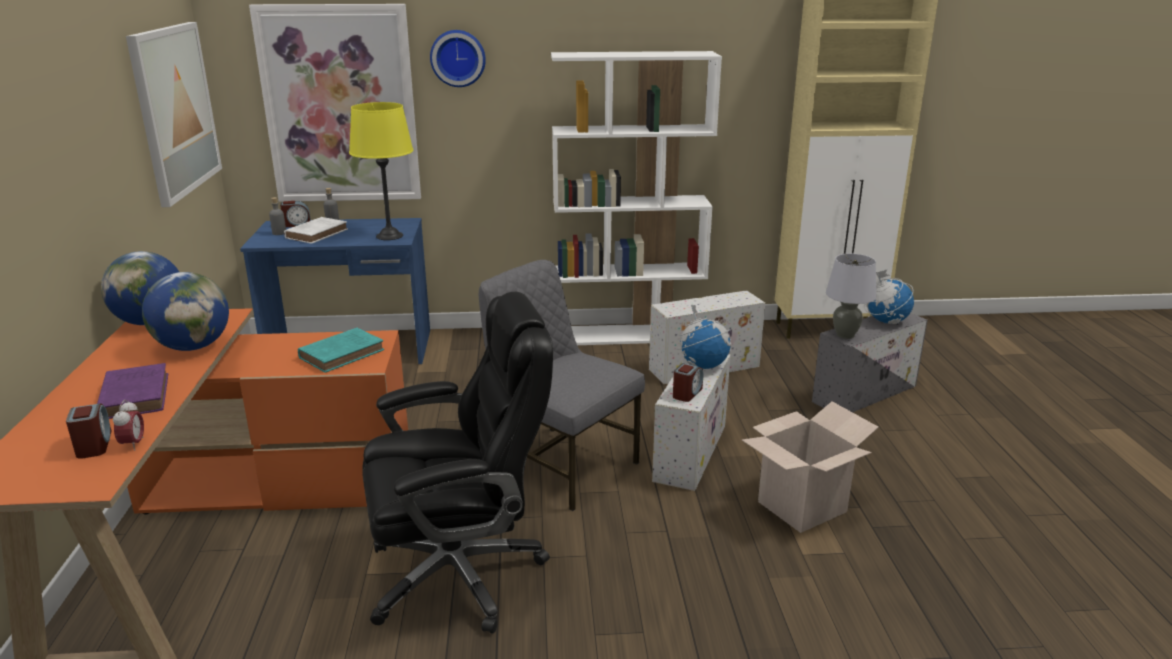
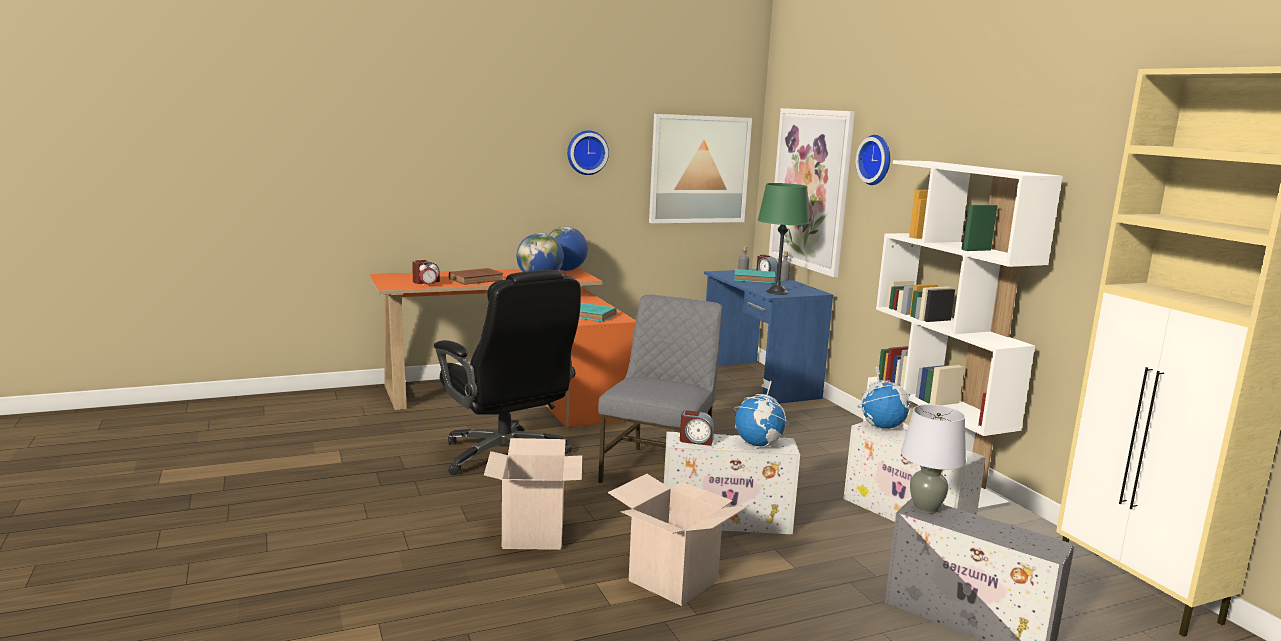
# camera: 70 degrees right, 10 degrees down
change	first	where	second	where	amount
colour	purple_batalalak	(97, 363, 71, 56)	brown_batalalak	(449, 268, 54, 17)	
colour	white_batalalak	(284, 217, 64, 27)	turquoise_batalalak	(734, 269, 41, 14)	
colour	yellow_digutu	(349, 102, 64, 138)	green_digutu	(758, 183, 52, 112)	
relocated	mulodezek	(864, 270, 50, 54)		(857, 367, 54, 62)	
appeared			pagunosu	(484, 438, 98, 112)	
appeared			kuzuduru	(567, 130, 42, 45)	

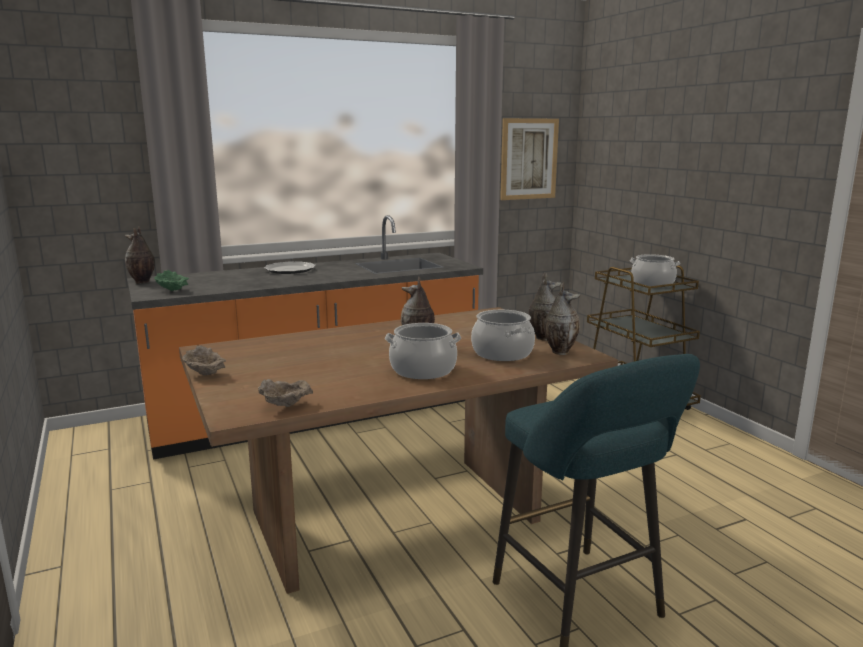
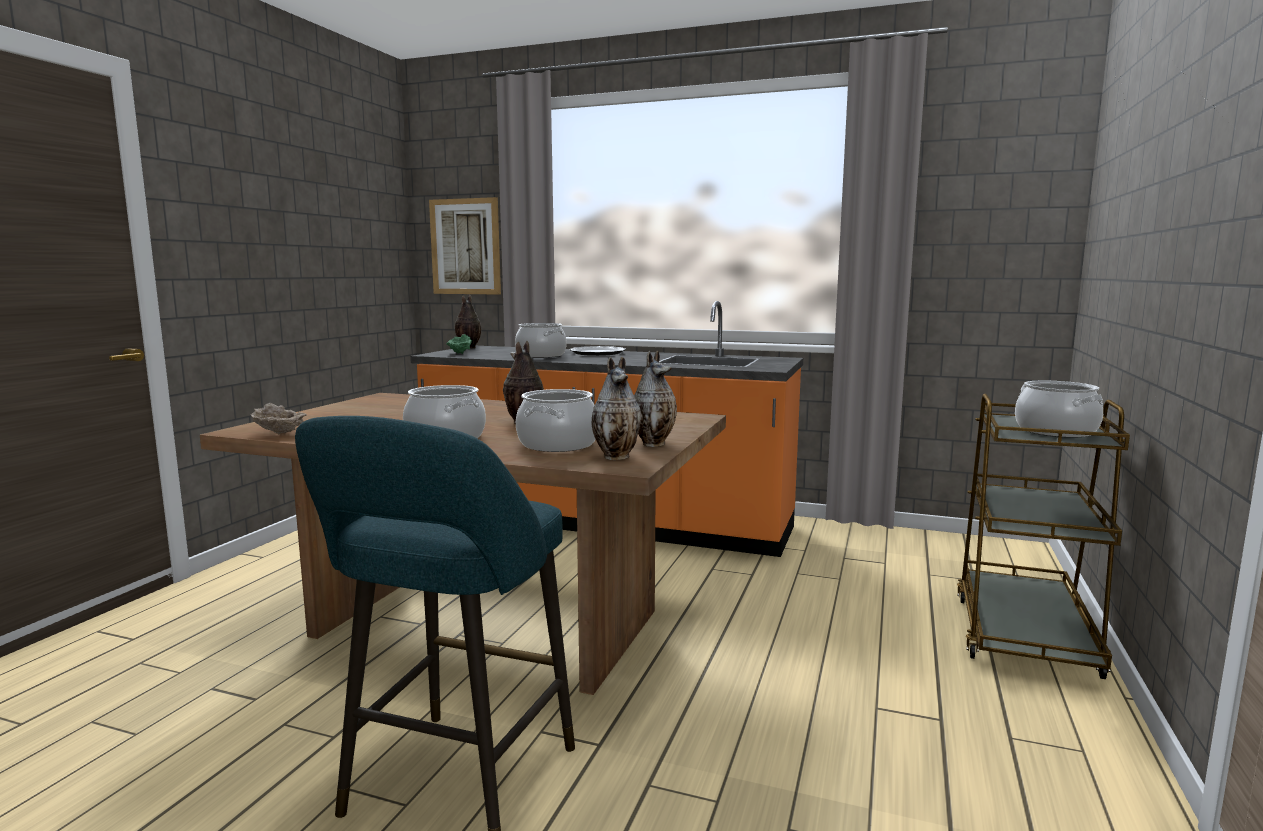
# camera: 45 degrees right, 5 degrees down
change	first	where	second	where	amount
missing	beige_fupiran	(182, 345, 44, 31)			
relocated	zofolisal	(500, 118, 59, 82)		(429, 197, 72, 98)	
appeared			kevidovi	(515, 323, 52, 35)	

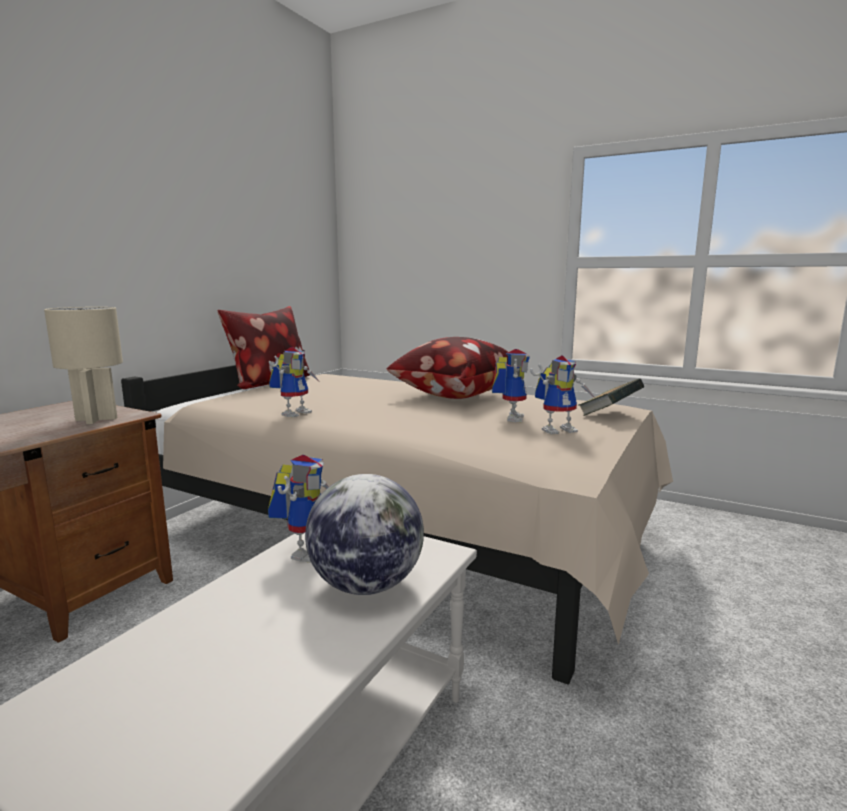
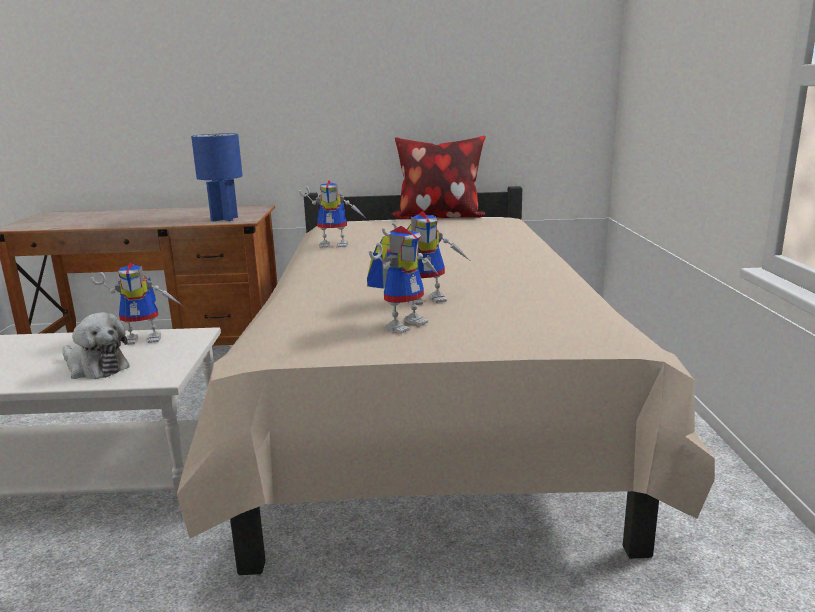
# camera: 60 degrees right, 5 degrees up
change	first	where	second	where	amount
colour	beige_digutu	(44, 307, 79, 117)	blue_digutu	(191, 133, 52, 88)	
exchanged	mulodezek	(305, 474, 119, 121)	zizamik	(62, 312, 68, 67)	
missing	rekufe	(386, 337, 122, 62)			
spun	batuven	(530, 355, 66, 80)		(367, 226, 72, 108)	90 degrees counterclockwise
missing	batalalak	(578, 378, 66, 38)			

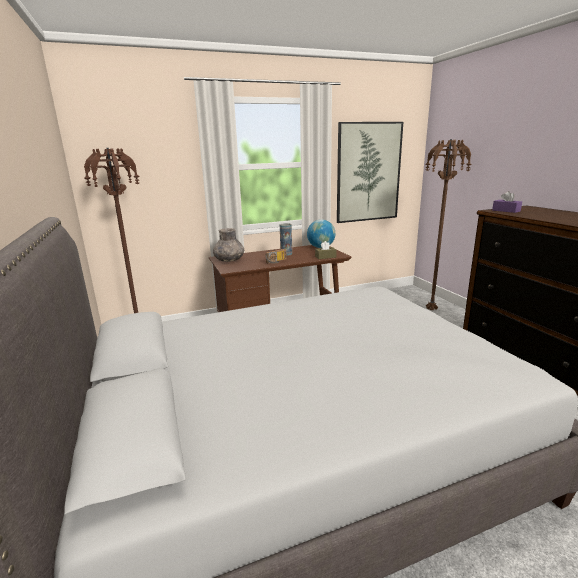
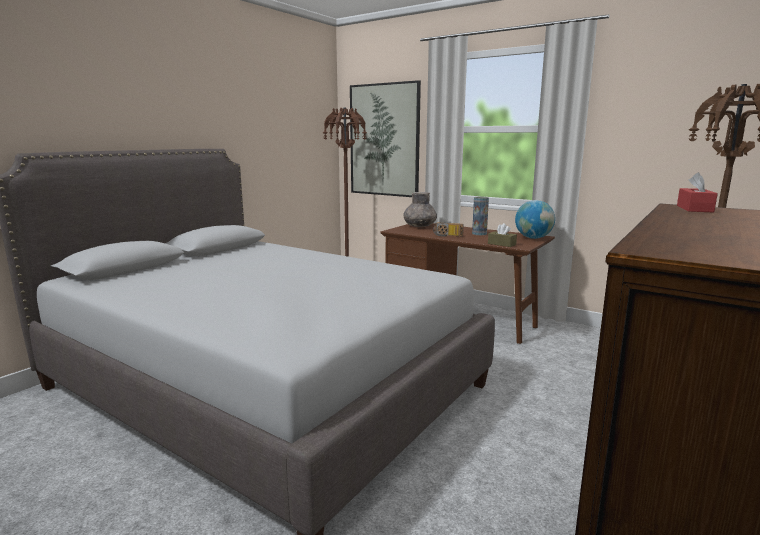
# camera: 55 degrees right, 5 degrees down
change	first	where	second	where	amount
relocated	zofolisal	(337, 122, 66, 101)		(350, 80, 71, 117)	
colour	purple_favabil	(492, 191, 30, 22)	red_favabil	(677, 172, 41, 41)	

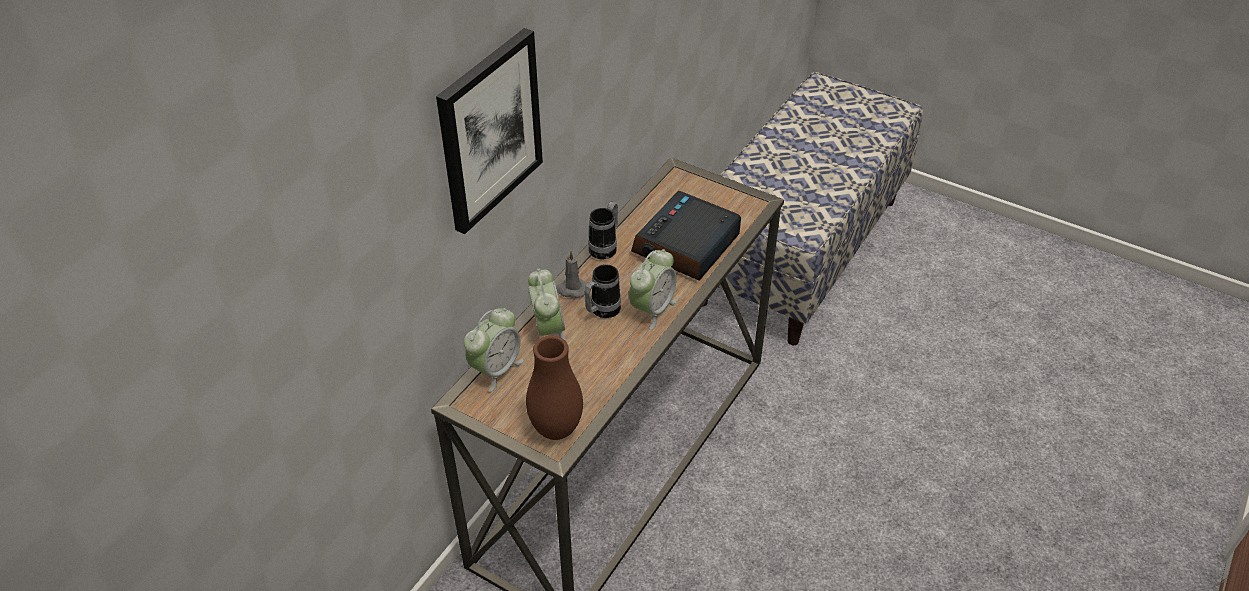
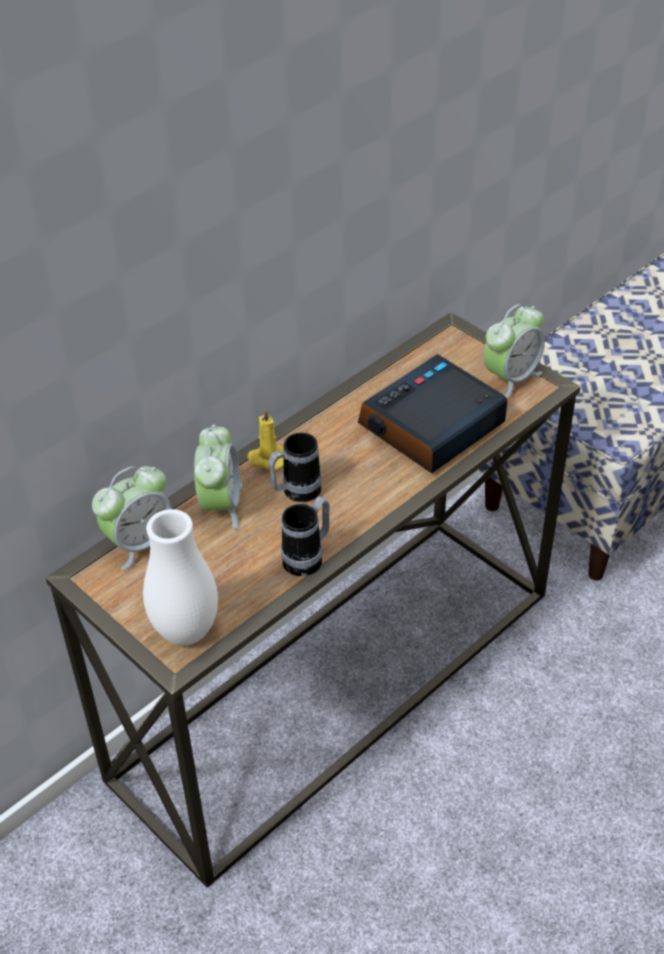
# camera: 15 degrees right, 0 degrees up
change	first	where	second	where	amount
missing	zofolisal	(436, 28, 107, 206)			
colour	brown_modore	(526, 335, 57, 105)	white_modore	(143, 509, 75, 136)	
colour	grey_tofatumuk	(556, 251, 30, 47)	yellow_tofatumuk	(248, 408, 36, 62)	
relocated	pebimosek	(588, 202, 30, 58)		(281, 496, 49, 80)	
relocated	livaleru	(629, 249, 48, 81)		(483, 304, 62, 94)	

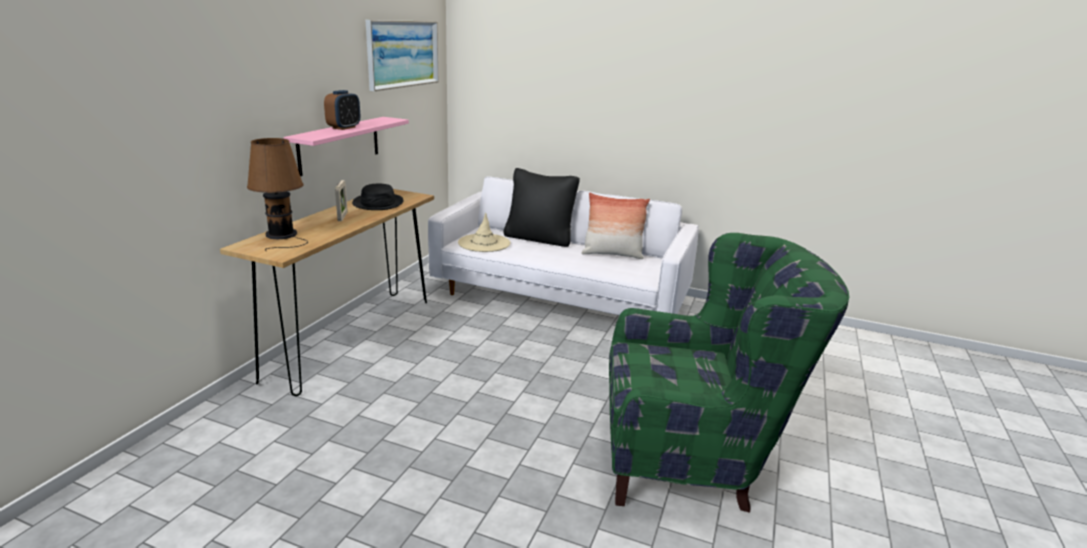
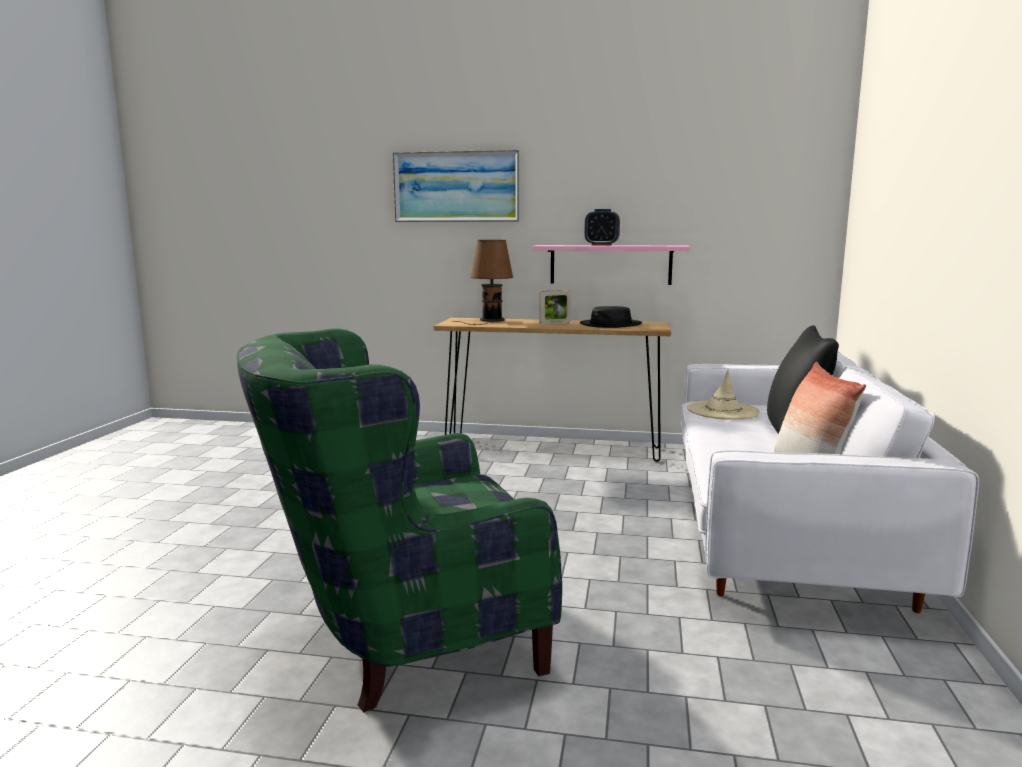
# camera: 80 degrees right, 10 degrees down
change	first	where	second	where	amount
relocated	zofolisal	(366, 20, 72, 71)		(393, 150, 127, 72)	
spun	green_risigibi	(609, 233, 240, 280)		(237, 328, 325, 384)	75 degrees clockwise

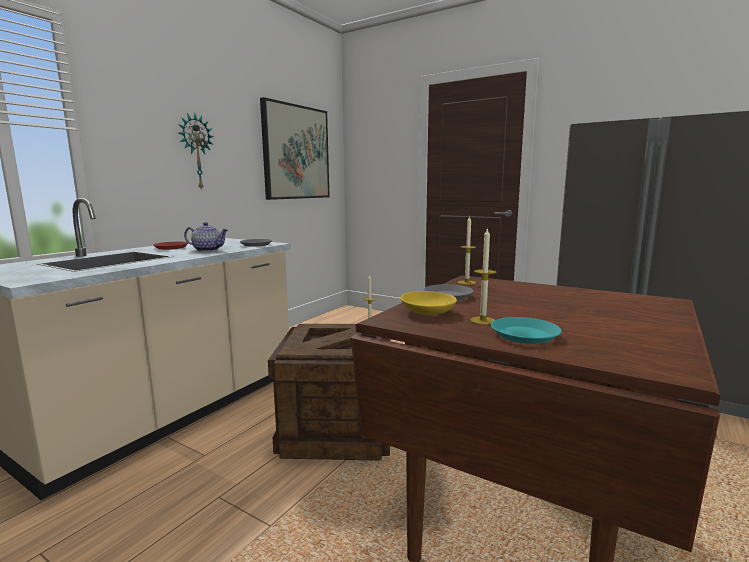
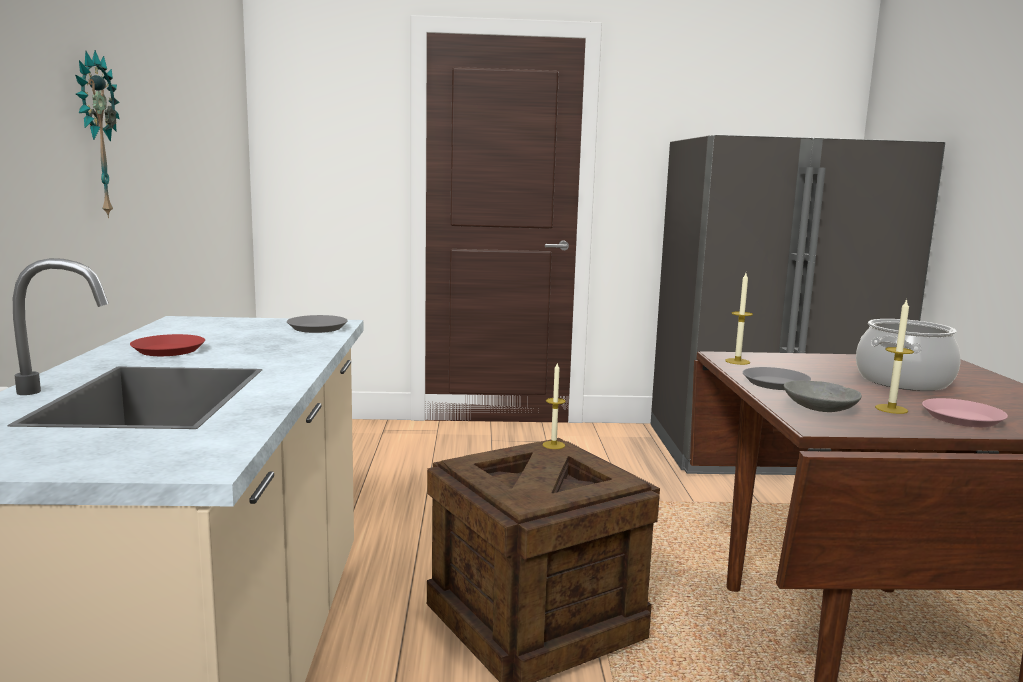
# camera: 35 degrees left, 0 degrees up
change	first	where	second	where	amount
missing	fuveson	(184, 222, 44, 30)			
missing	zofolisal	(260, 97, 70, 103)			
colour	yellow_fupiran	(400, 291, 57, 24)	grey_fupiran	(784, 381, 78, 31)	
colour	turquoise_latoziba	(491, 317, 71, 27)	pink_latoziba	(922, 398, 86, 29)	
appeared			kevidovi	(856, 319, 105, 72)	

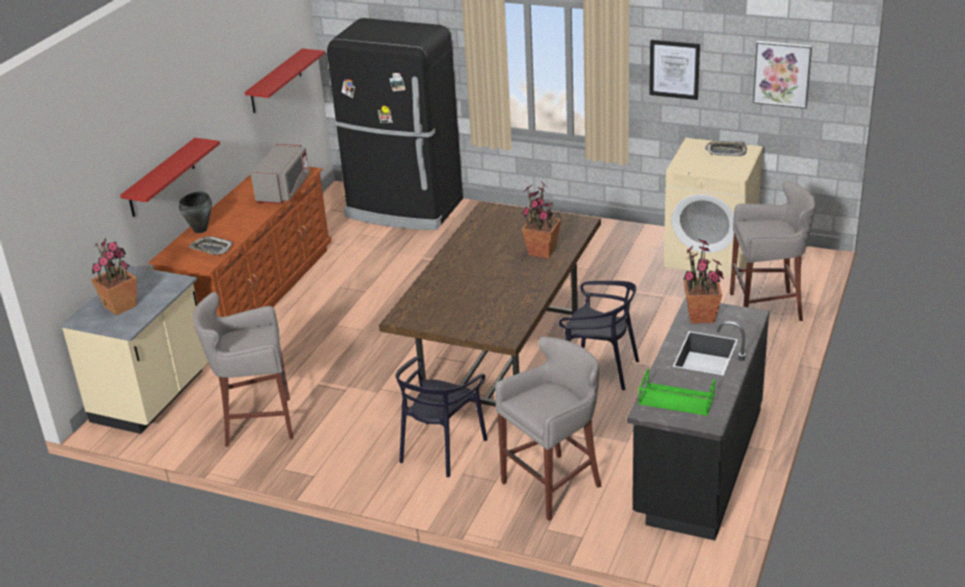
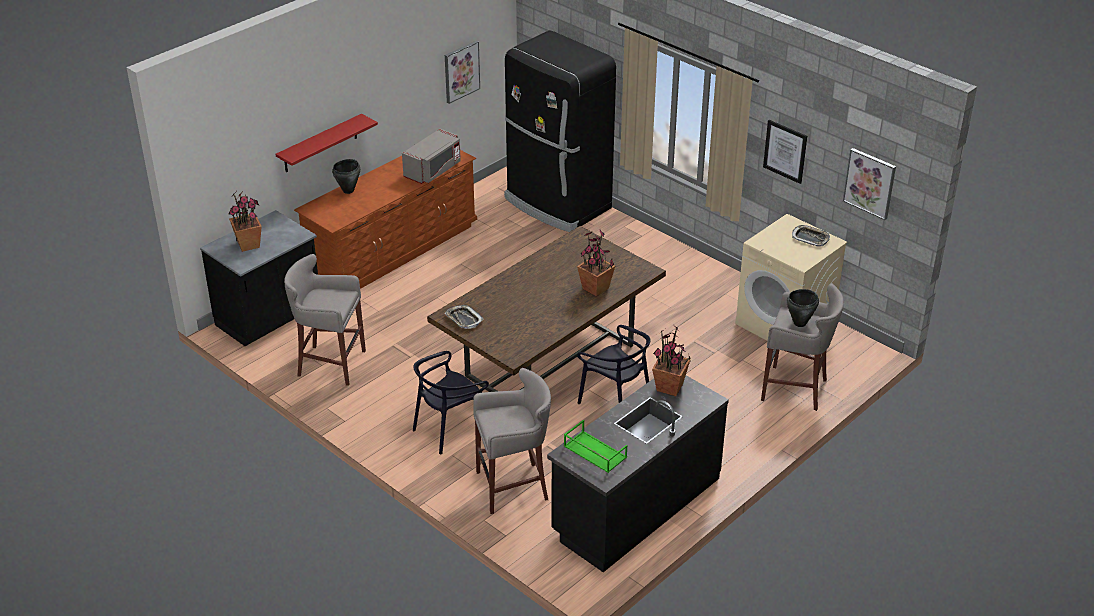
# camera: 20 degrees right, 5 degrees up
change	first	where	second	where	amount
colour	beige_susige	(61, 266, 147, 168)	black_susige	(200, 210, 118, 136)	
relocated	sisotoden	(189, 236, 44, 18)		(445, 305, 39, 24)	
exchanged	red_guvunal	(245, 48, 80, 65)	zofolisal	(445, 41, 35, 63)	
appeared			black_kevidovi	(786, 289, 33, 38)	

